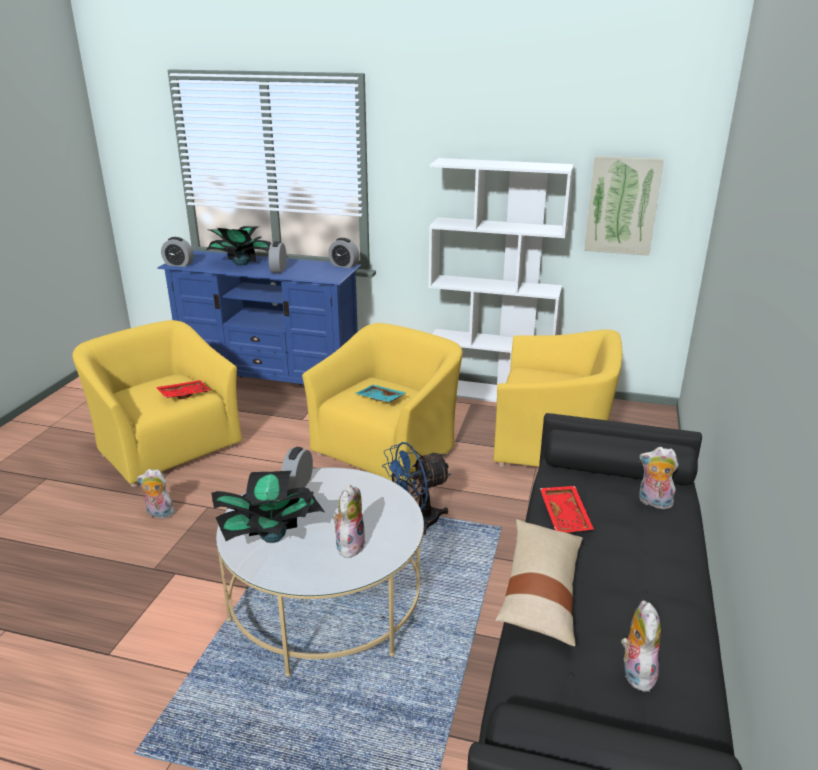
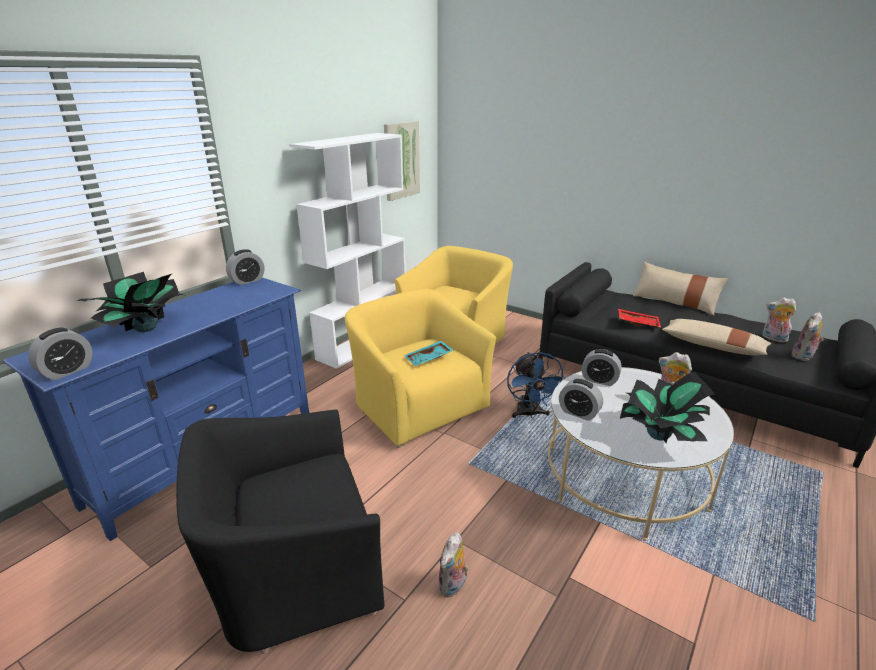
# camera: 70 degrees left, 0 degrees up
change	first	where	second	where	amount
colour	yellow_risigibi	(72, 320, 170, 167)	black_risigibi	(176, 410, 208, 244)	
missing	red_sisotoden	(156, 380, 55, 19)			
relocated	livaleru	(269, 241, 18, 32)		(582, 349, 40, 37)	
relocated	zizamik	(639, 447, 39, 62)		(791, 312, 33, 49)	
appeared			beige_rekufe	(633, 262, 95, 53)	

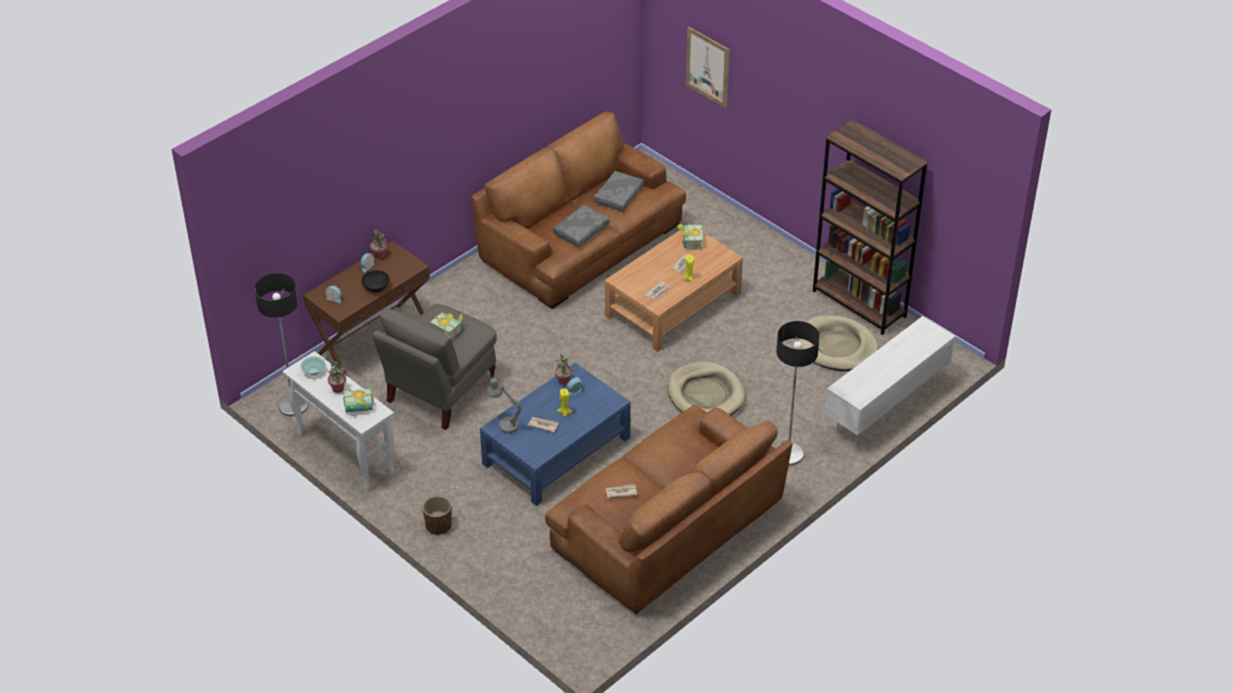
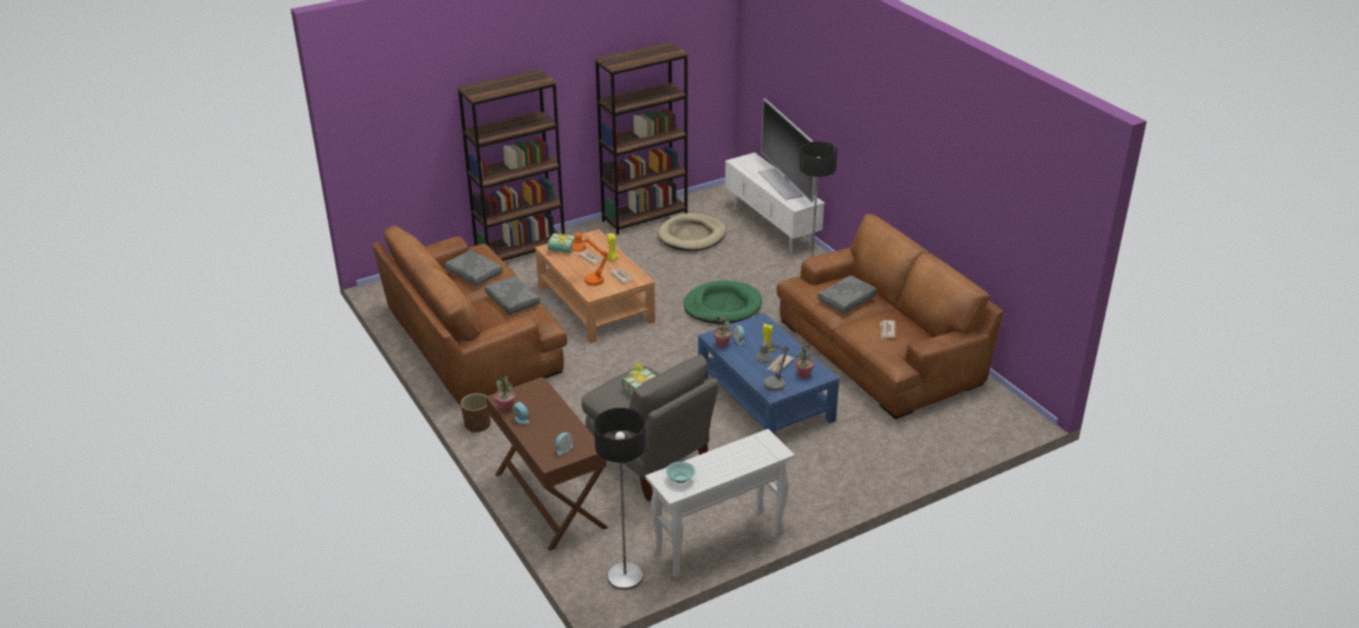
# camera: 75 degrees left, 10 degrees down
change	first	where	second	where	amount
relocated	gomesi	(328, 362, 18, 31)		(795, 344, 19, 35)	
missing	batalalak	(343, 388, 31, 25)			
missing	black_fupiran	(361, 270, 28, 23)			
relocated	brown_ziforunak	(423, 496, 29, 39)		(461, 393, 30, 40)	
colour	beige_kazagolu	(668, 362, 77, 53)	green_kazagolu	(684, 281, 78, 43)	
missing	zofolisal	(686, 26, 44, 83)			
appeared			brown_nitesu	(457, 69, 108, 192)	
appeared			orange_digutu	(571, 232, 38, 54)	
appeared			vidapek	(758, 98, 57, 104)	
appeared			grey_rekufe	(817, 275, 60, 39)	

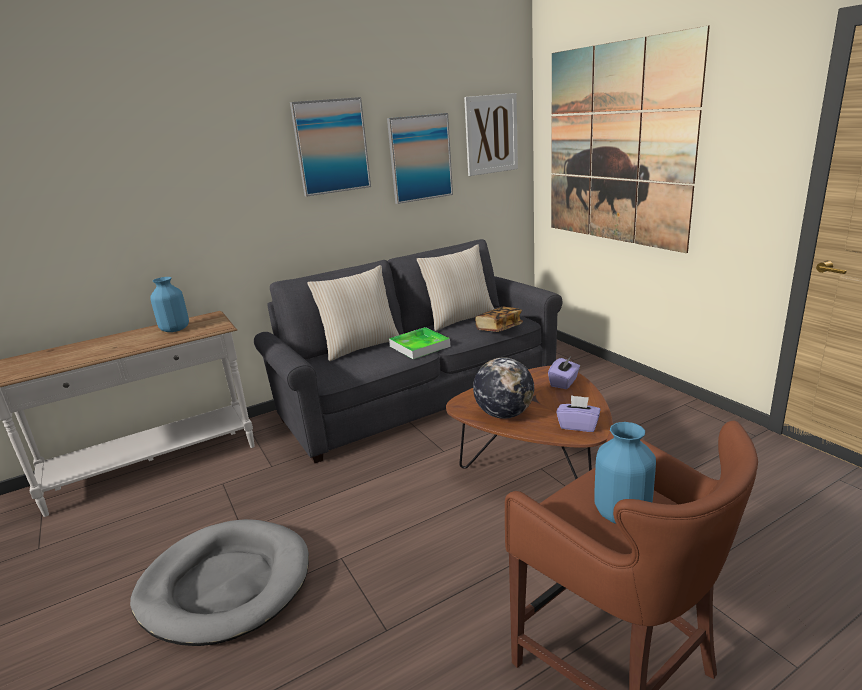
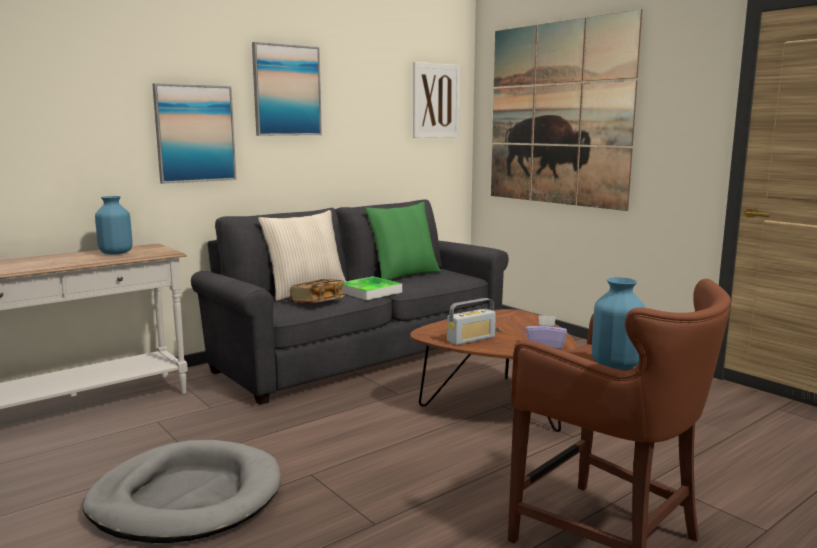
# camera: 10 degrees left, 10 degrees down
change	first	where	second	where	amount
relocated	zofolisal	(387, 113, 66, 91)		(152, 83, 85, 101)	
colour	beige_rekufe	(417, 244, 77, 87)	green_rekufe	(365, 202, 76, 78)	
exchanged	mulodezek	(473, 357, 61, 62)	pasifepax	(447, 298, 49, 47)	
relocated	batalalak	(475, 307, 48, 25)		(290, 279, 55, 24)	
missing	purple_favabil	(548, 357, 32, 32)			

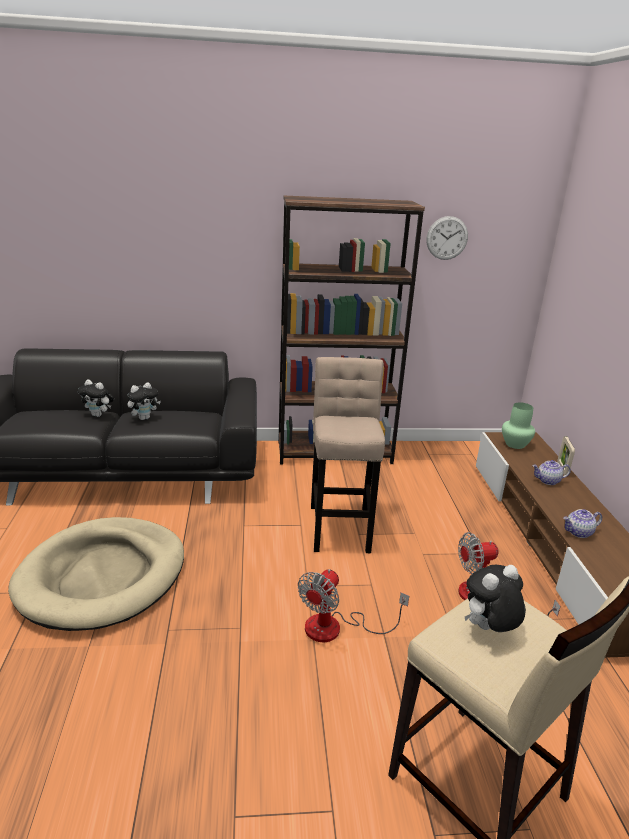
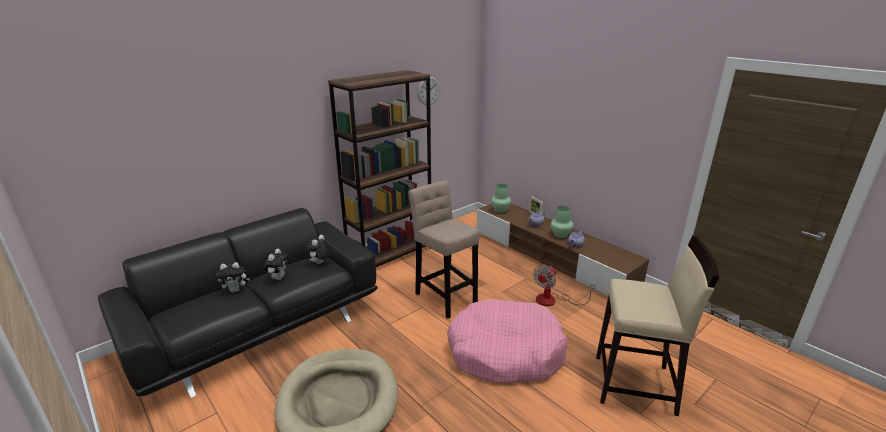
# camera: 35 degrees left, 0 degrees up
change	first	where	second	where	amount
exchanged	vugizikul	(298, 569, 111, 73)	pink_kazagolu	(447, 299, 121, 84)	
relocated	zizamik	(465, 565, 61, 67)		(306, 235, 26, 29)	
appeared			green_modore	(551, 206, 23, 32)	

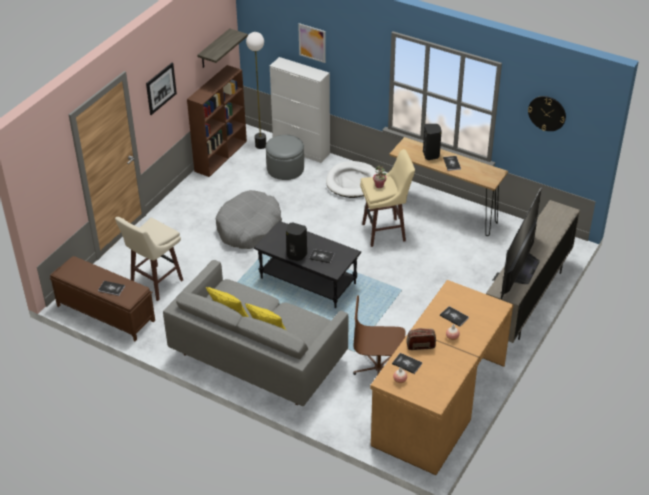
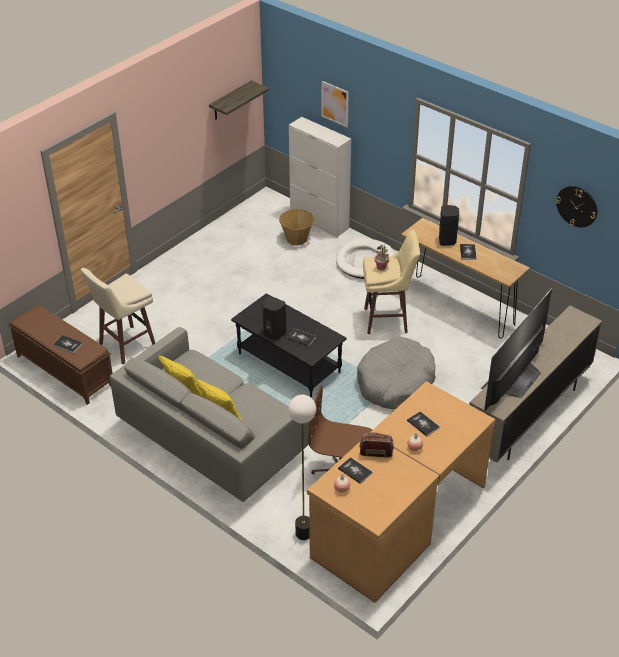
# camera: 10 degrees right, 0 degrees up
change	first	where	second	where	amount
missing	zofolisal	(146, 62, 31, 53)			
missing	brown_nitesu	(187, 65, 60, 112)			
relocated	grey_kazagolu	(216, 190, 66, 59)		(357, 337, 79, 72)	
relocated	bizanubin	(246, 32, 20, 117)		(288, 395, 28, 145)	
exchanged	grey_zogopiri	(266, 135, 38, 45)	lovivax	(279, 209, 35, 36)	

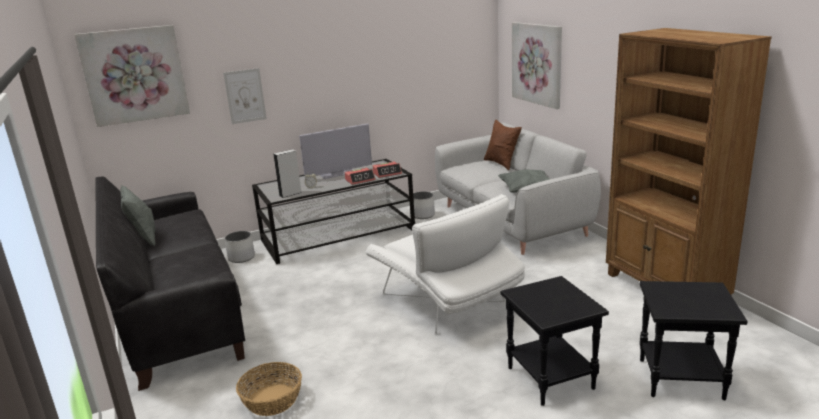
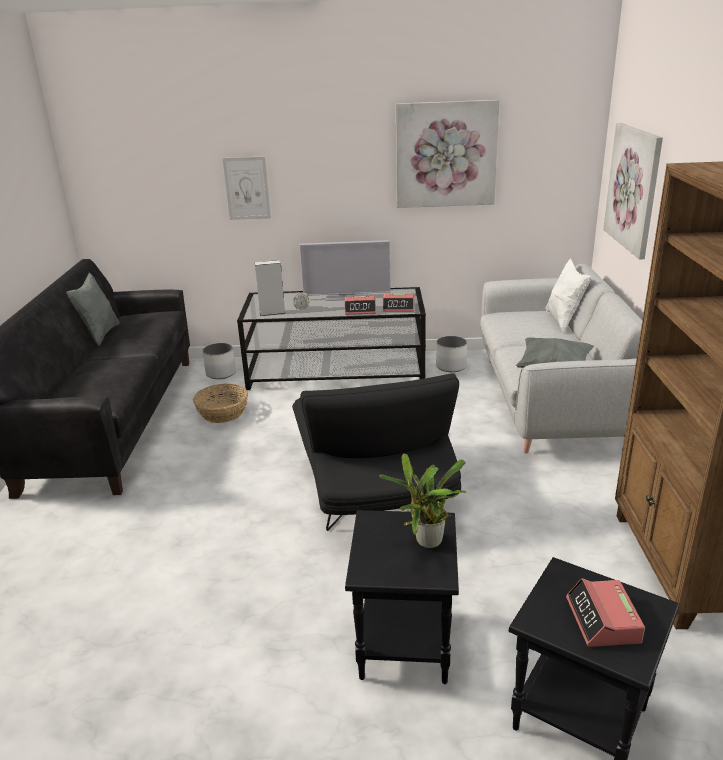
# camera: 25 degrees right, 5 degrees up
change	first	where	second	where	amount
relocated	zofolisal	(74, 25, 116, 102)		(396, 100, 104, 108)	
relocated	lovivax	(236, 362, 66, 54)		(193, 383, 55, 40)	
colour	white_risigibi	(365, 194, 160, 140)	black_risigibi	(292, 373, 169, 158)	
colour	brown_rekufe	(484, 119, 38, 51)	white_rekufe	(545, 258, 46, 74)	
appeared			gomesi	(380, 453, 86, 95)	
appeared			livaleru	(566, 578, 79, 69)	

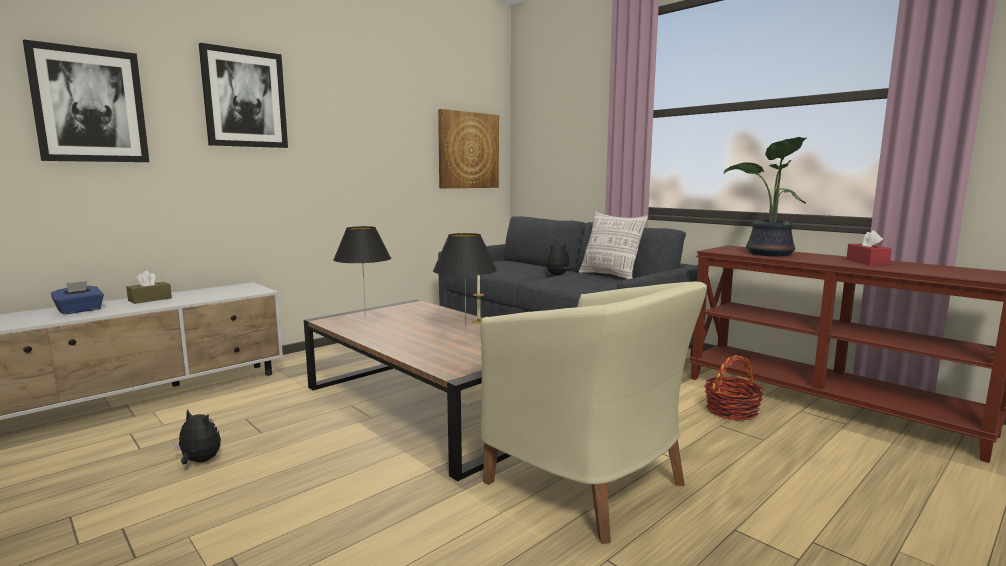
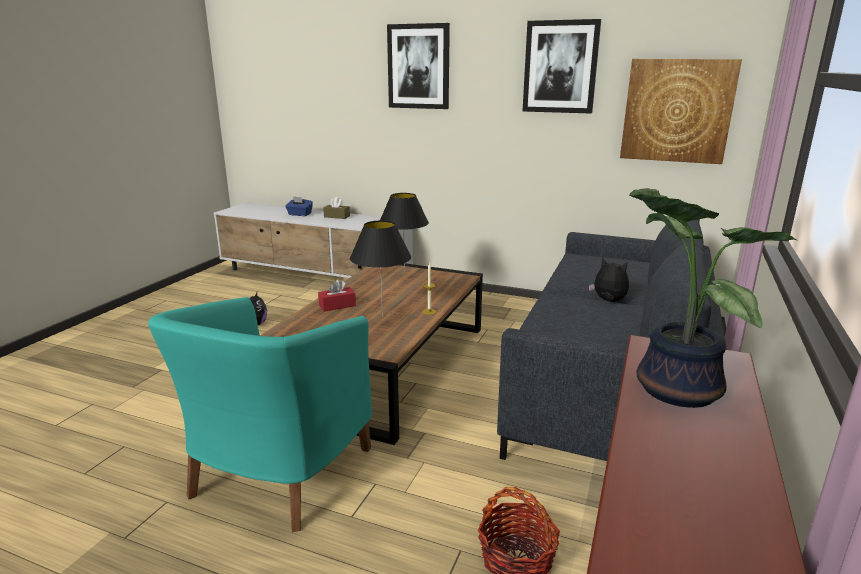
# camera: 65 degrees right, 10 degrees up
change	first	where	second	where	amount
relocated	zofolisal	(23, 39, 126, 123)		(522, 19, 79, 95)	
colour	beige_risigibi	(480, 282, 227, 262)	turquoise_risigibi	(148, 297, 224, 235)	
missing	rekufe	(579, 212, 69, 67)			
relocated	red_favabil	(846, 230, 46, 35)		(318, 279, 38, 32)	

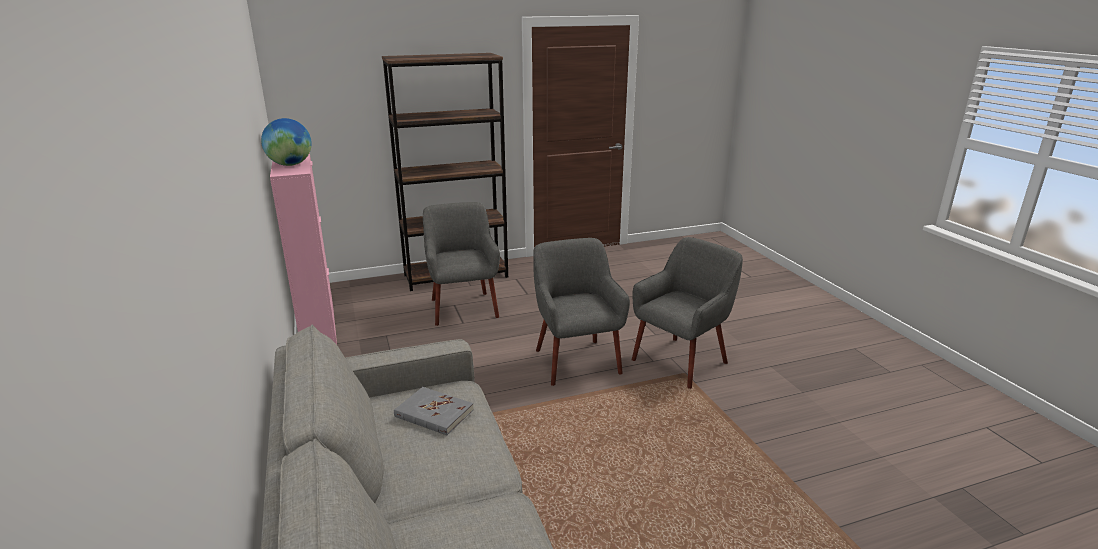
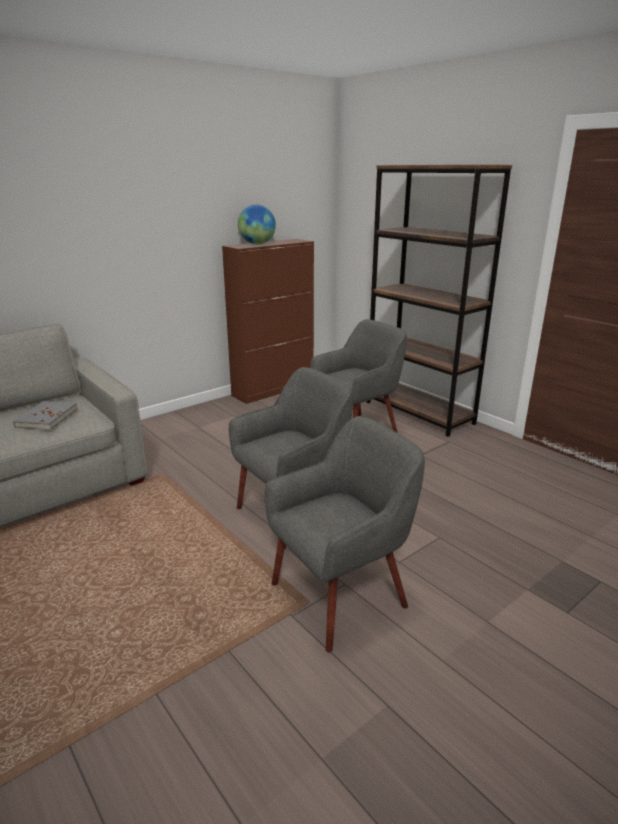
# camera: 70 degrees right, 0 degrees up
change	first	where	second	where	amount
colour	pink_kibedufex	(270, 153, 67, 192)	brown_kibedufex	(222, 239, 92, 165)	
spun	grey_risigibi	(632, 237, 111, 152)		(264, 416, 161, 237)	60 degrees counterclockwise

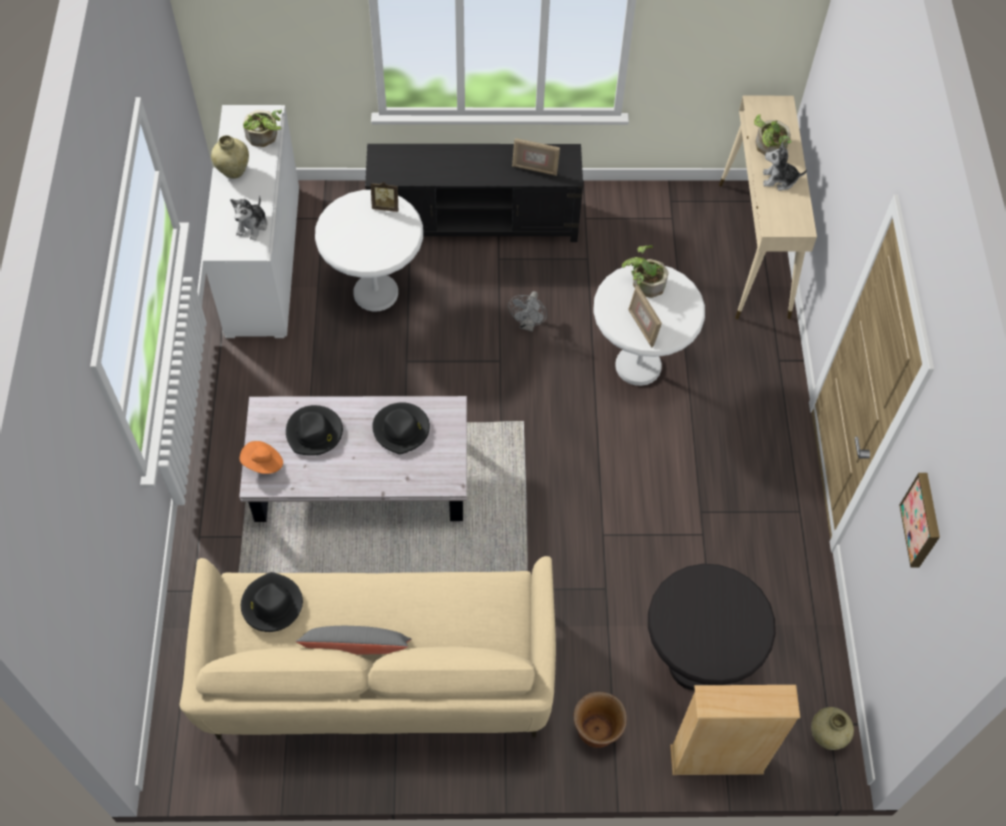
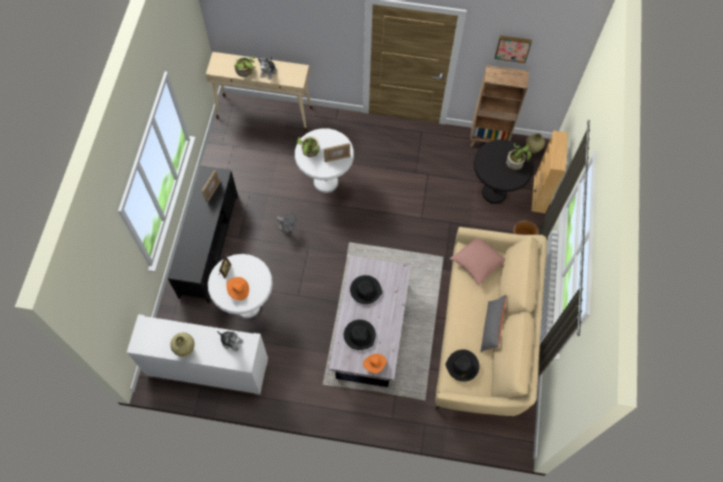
# camera: 80 degrees left, 5 degrees up
change	first	where	second	where	amount
relocated	gomesi	(243, 110, 39, 37)		(506, 143, 25, 27)	
appeared			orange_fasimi	(226, 277, 23, 23)	
appeared			pink_rekufe	(450, 238, 55, 48)	
appeared			brown_nitesu	(470, 65, 59, 82)	

